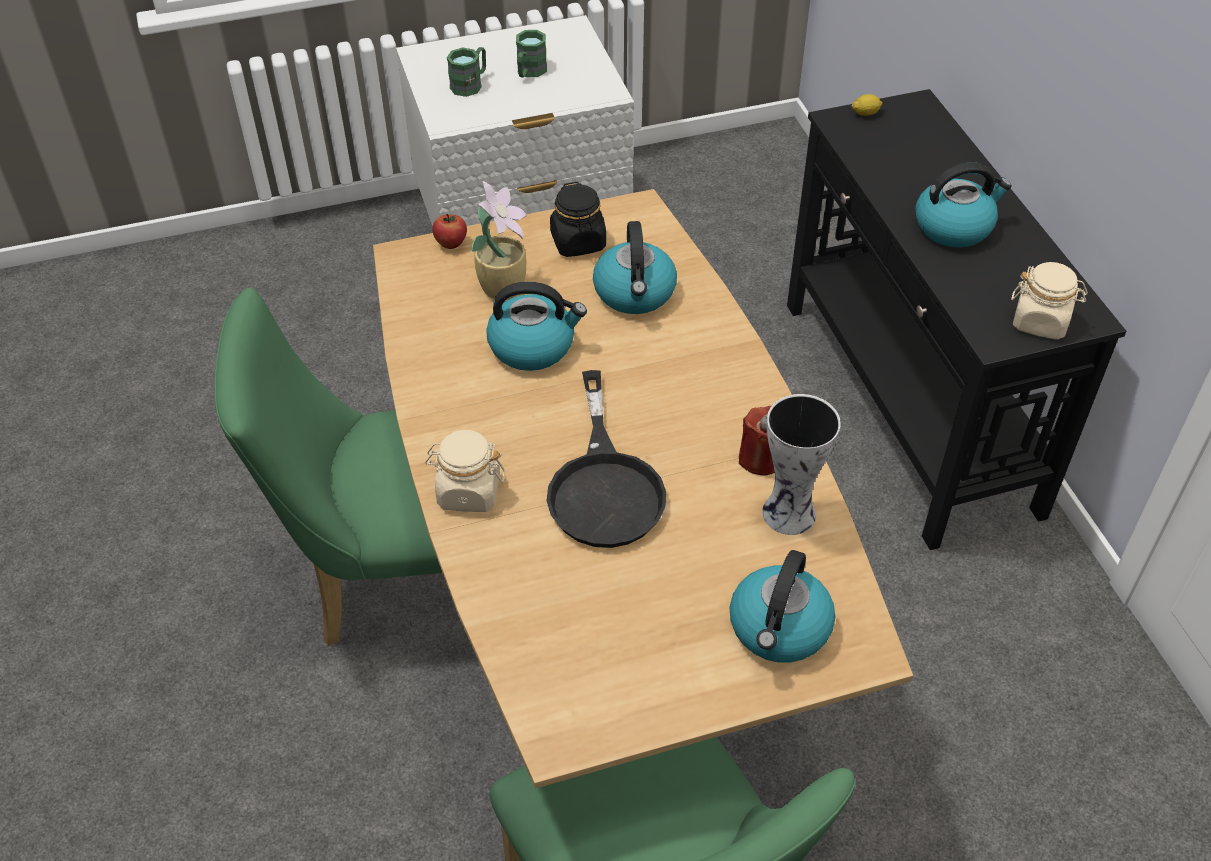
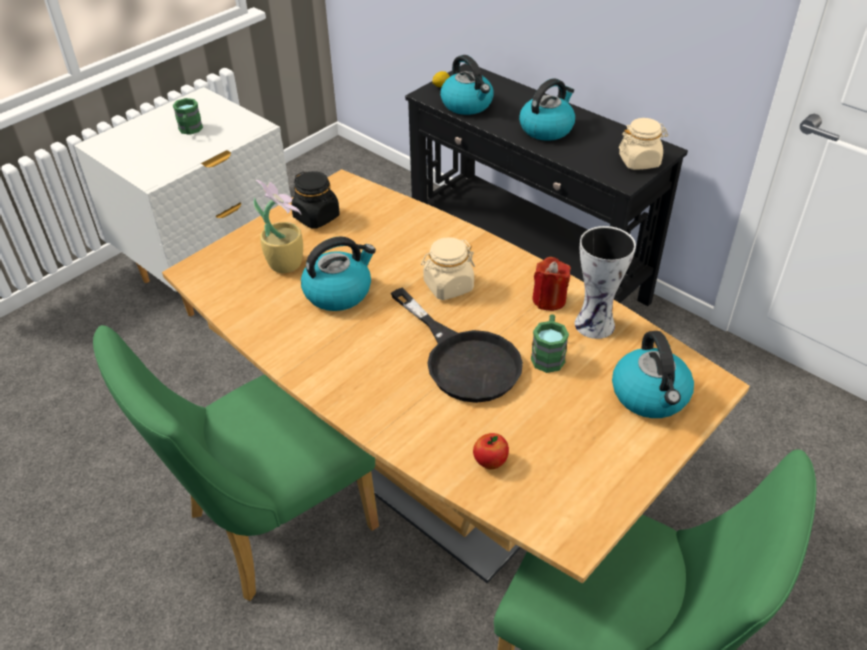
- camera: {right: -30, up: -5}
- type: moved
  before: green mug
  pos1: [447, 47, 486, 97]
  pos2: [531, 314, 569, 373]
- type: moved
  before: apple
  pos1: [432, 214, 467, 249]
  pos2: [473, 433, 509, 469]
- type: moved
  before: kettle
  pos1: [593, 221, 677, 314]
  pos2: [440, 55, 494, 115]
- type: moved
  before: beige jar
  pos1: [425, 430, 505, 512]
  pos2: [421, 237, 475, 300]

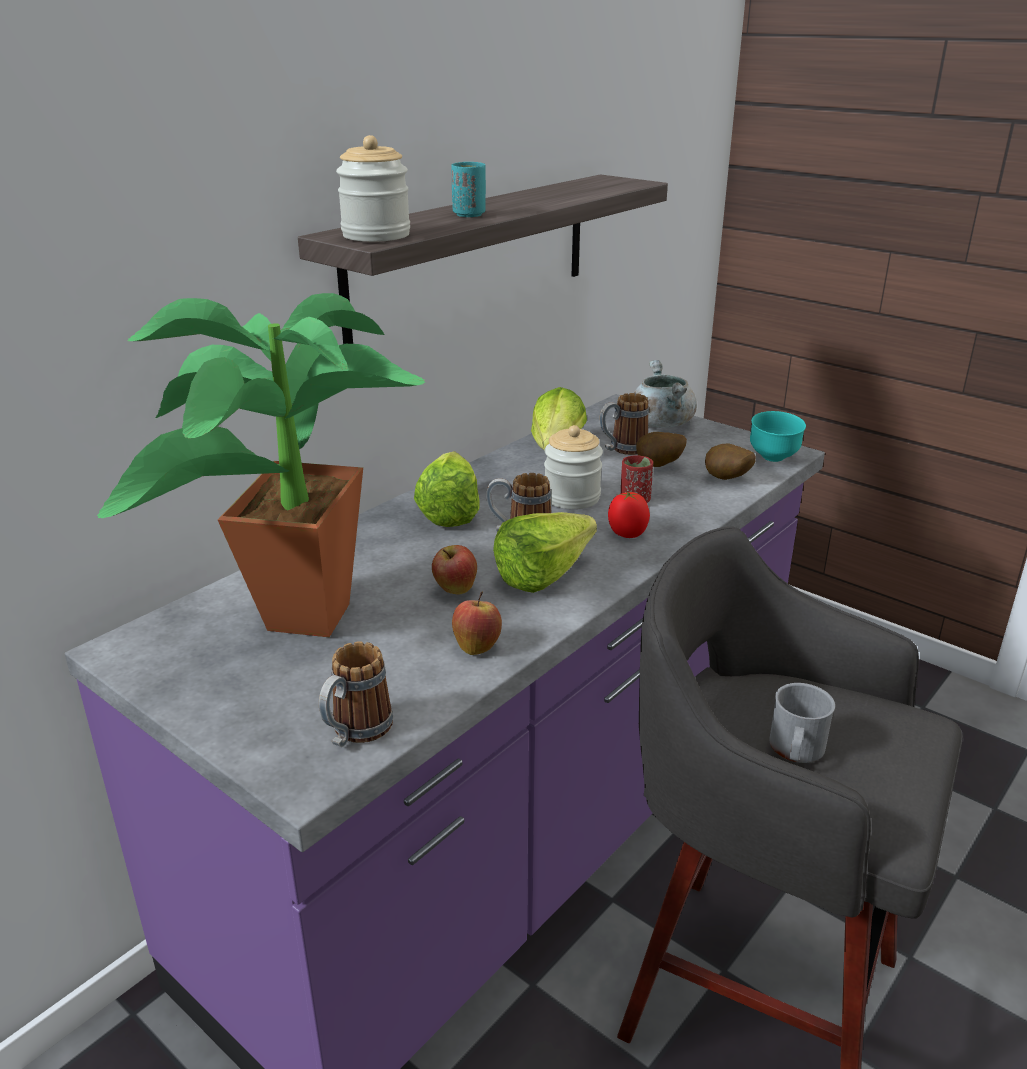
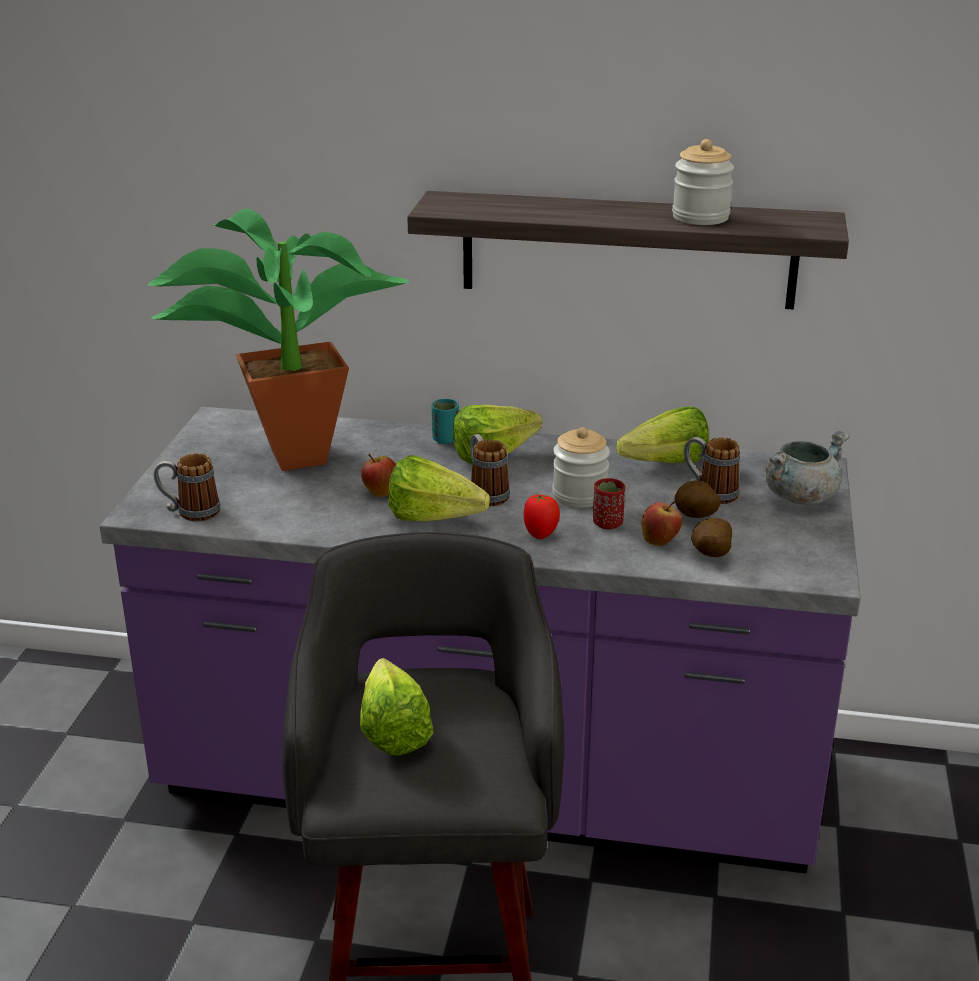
- camera: {right: 60, up: 0}
- type: moved
  before: jar
  pos1: [336, 135, 410, 242]
  pos2: [672, 139, 734, 225]
- type: moved
  before: turquoise cup
  pos1: [451, 162, 486, 217]
  pos2: [431, 399, 459, 444]
- type: removed
  before: turquoise bowl
  pos1: [750, 411, 806, 462]
- type: moved
  before: apple
  pos1: [452, 592, 502, 655]
  pos2: [641, 501, 682, 546]
- type: replaced
  before: grey mug
  after: lettuce
  pos1: [769, 683, 835, 763]
  pos2: [360, 658, 433, 755]

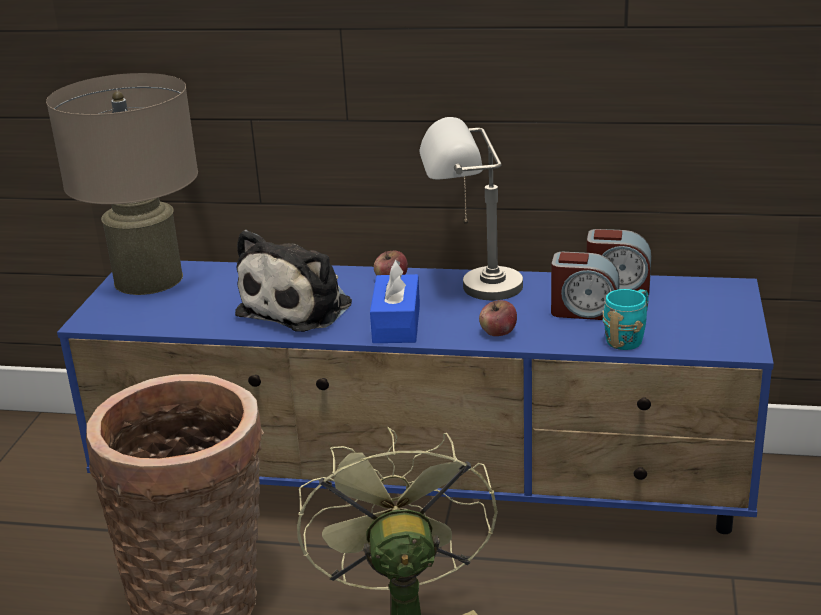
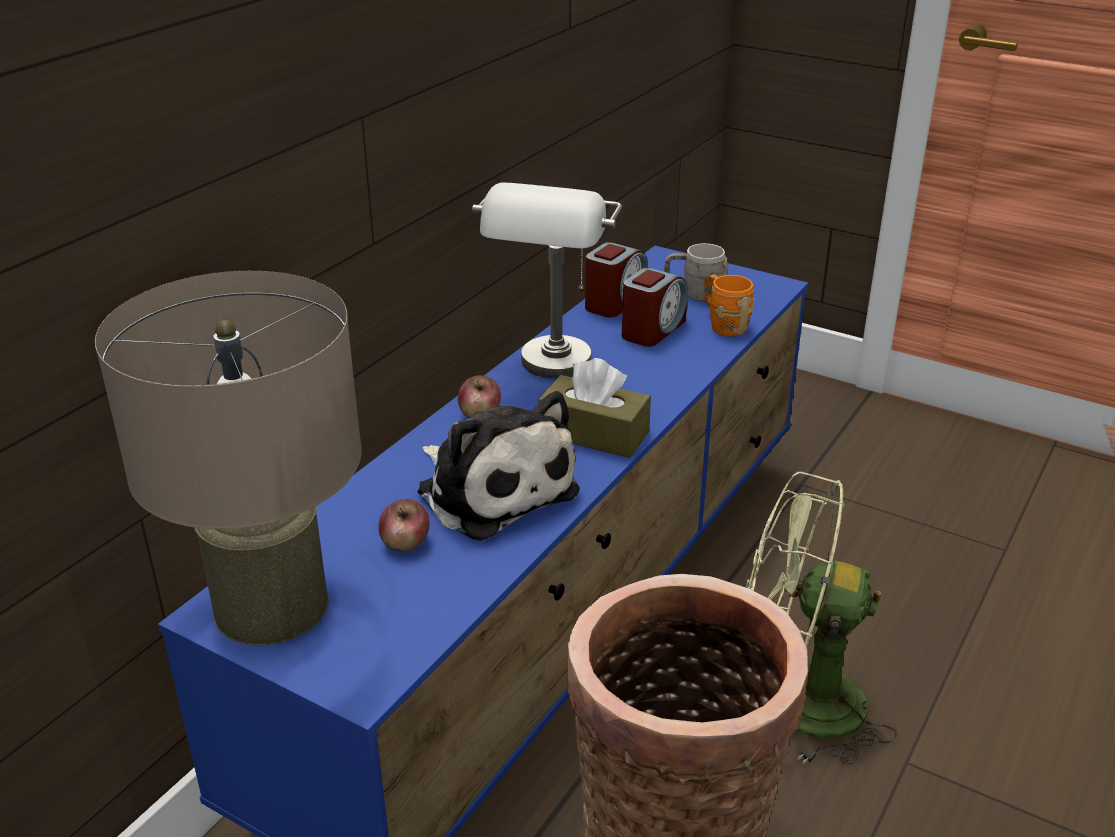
- camera: {right: -70, up: 5}
- type: recoloured
  before: blue tissue box
  after: brown tissue box
  pos1: [370, 260, 420, 343]
  pos2: [538, 358, 651, 458]
- type: recoloured
  before: turquoise mug
  after: orange mug
  pos1: [603, 289, 649, 350]
  pos2: [704, 275, 754, 337]
- type: moved
  before: apple
  pos1: [479, 300, 517, 336]
  pos2: [378, 499, 430, 551]
- type: added
  after: grey mug
  pos2: [664, 243, 728, 302]

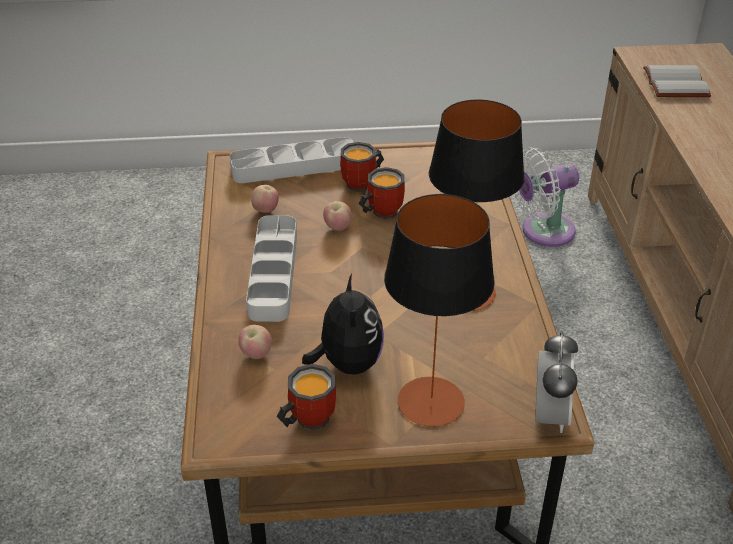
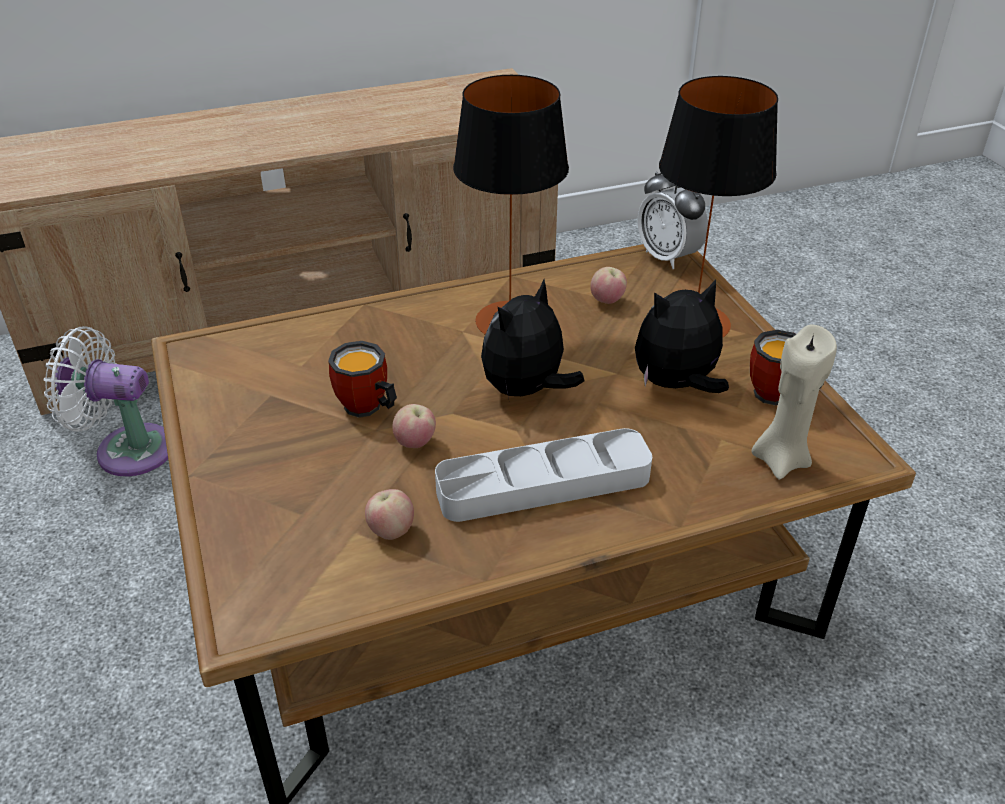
- camera: {right: -105, up: 0}
- type: removed
  before: white book
  pos1: [643, 65, 711, 97]
- type: removed
  before: grey tray
  pos1: [230, 137, 353, 183]
- type: removed
  before: mug
  pos1: [340, 142, 384, 192]
- type: turned
  before: white fan
  pos1: [515, 148, 579, 247]
  pos2: [44, 326, 168, 476]
  turn: 135
- type: moved
  before: apple
  pos1: [238, 325, 272, 359]
  pos2: [590, 267, 627, 304]
- type: turned
  before: alarm clock
  pos1: [535, 331, 578, 433]
  pos2: [637, 172, 708, 269]
  turn: -120
- type: added
  after: plush toy
  pos2: [481, 279, 585, 398]
- type: added
  after: beige candle
  pos2: [752, 324, 837, 480]

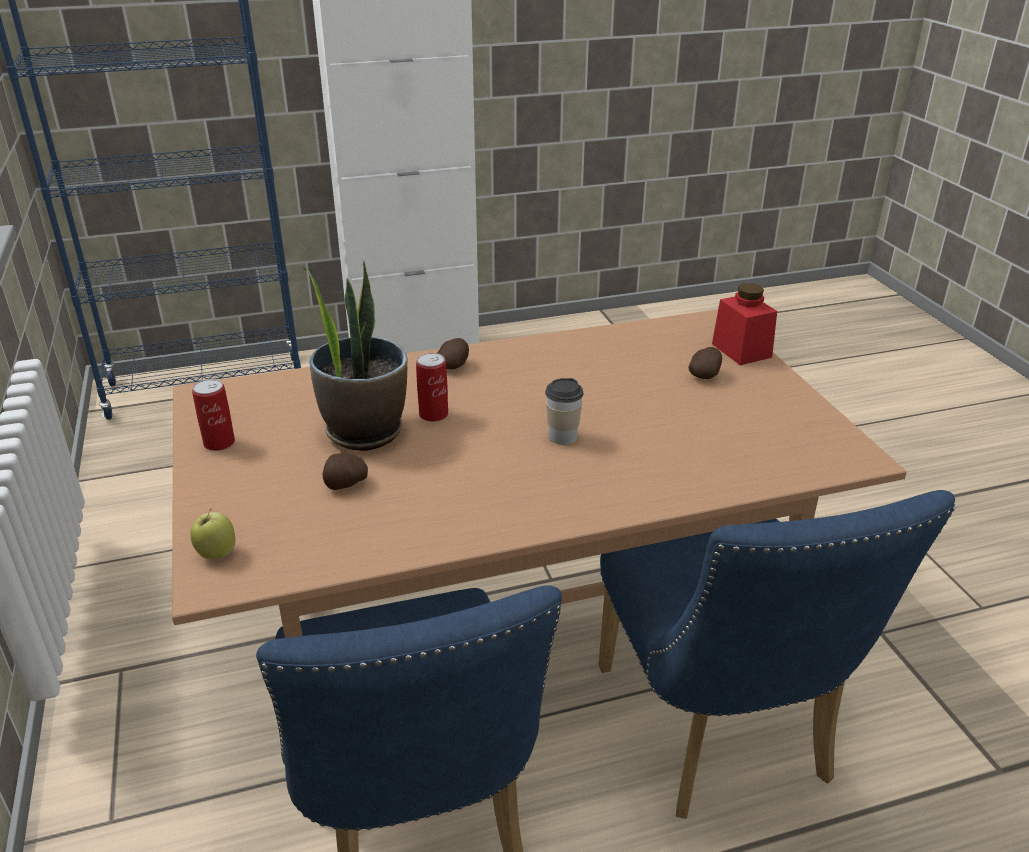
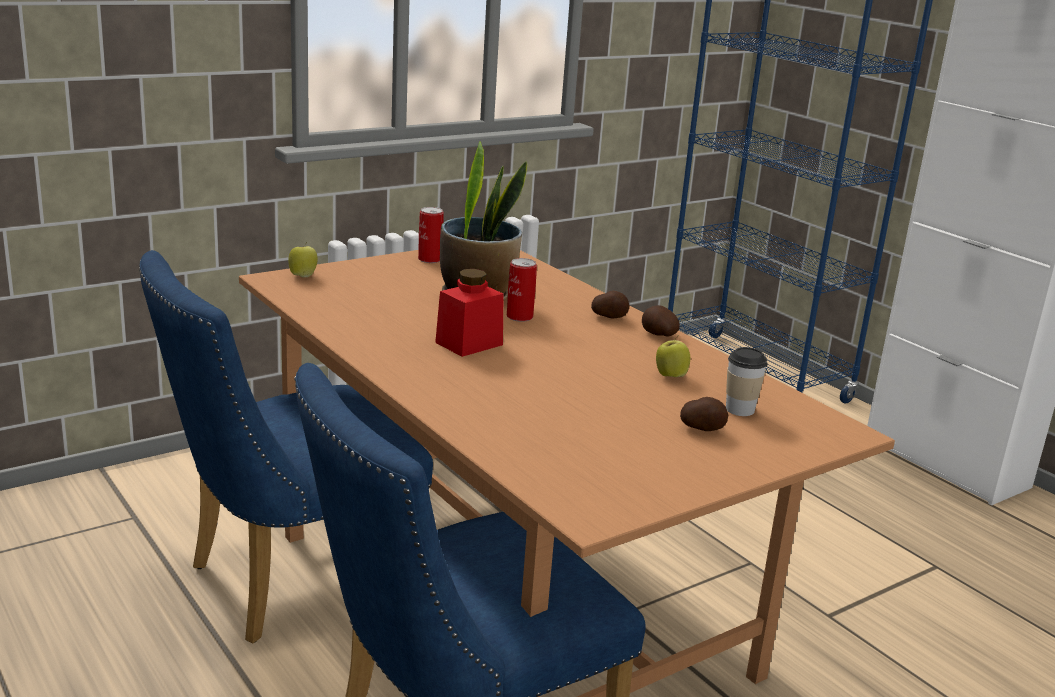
- camera: {right: 70, up: -10}
- type: moved
  before: red jar
  pos1: [712, 283, 777, 365]
  pos2: [435, 269, 504, 357]
- type: moved
  before: cup
  pos1: [545, 378, 583, 445]
  pos2: [726, 347, 768, 416]
- type: moved
  before: potato
  pos1: [322, 453, 368, 490]
  pos2: [642, 305, 680, 337]
- type: added
  after: apple
  pos2: [656, 335, 690, 377]

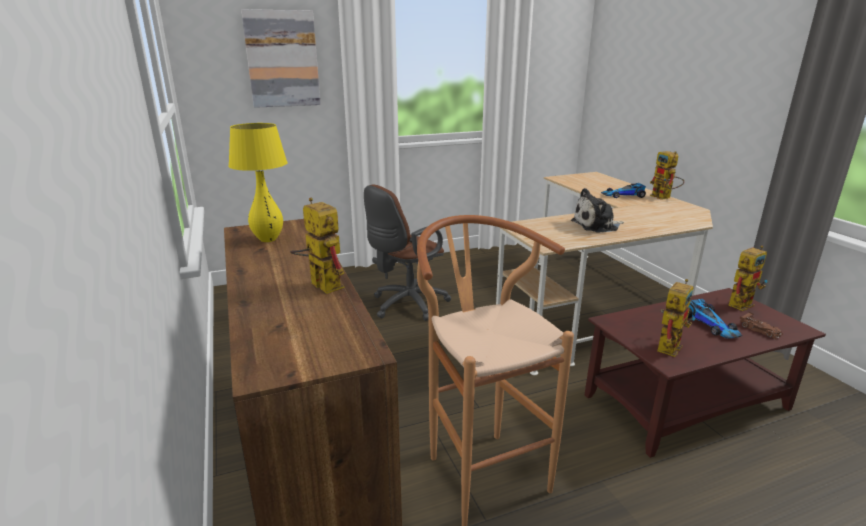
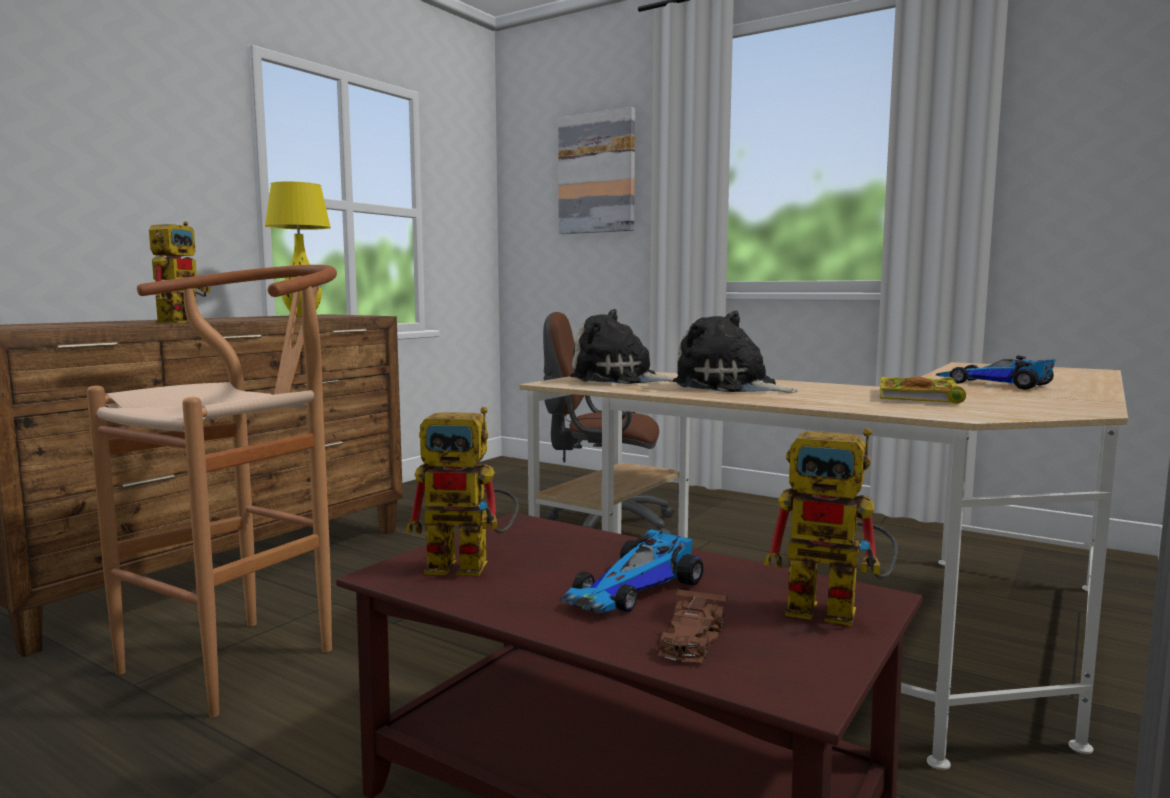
- camera: {right: 55, up: -15}
- type: removed
  before: toy robot
  pos1: [650, 151, 684, 200]
- type: added
  after: plush toy
  pos2: [570, 309, 674, 384]
- type: added
  after: book
  pos2: [880, 376, 966, 404]

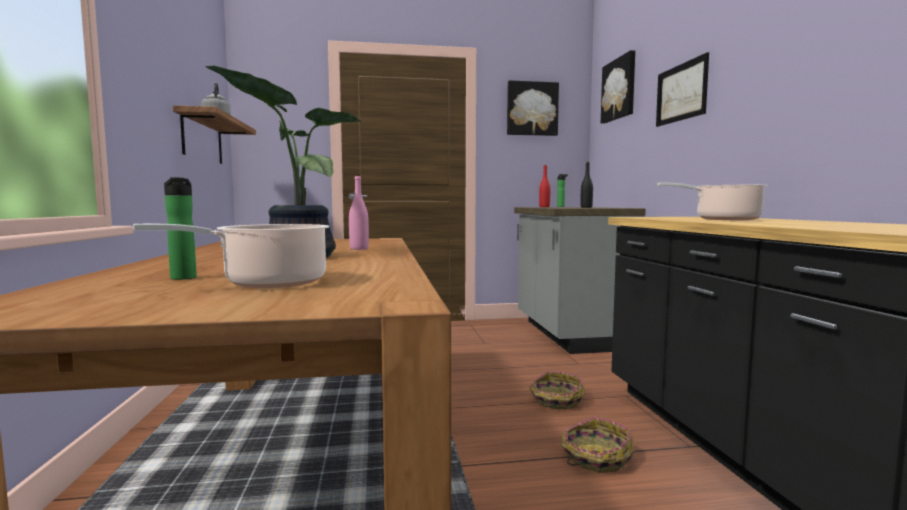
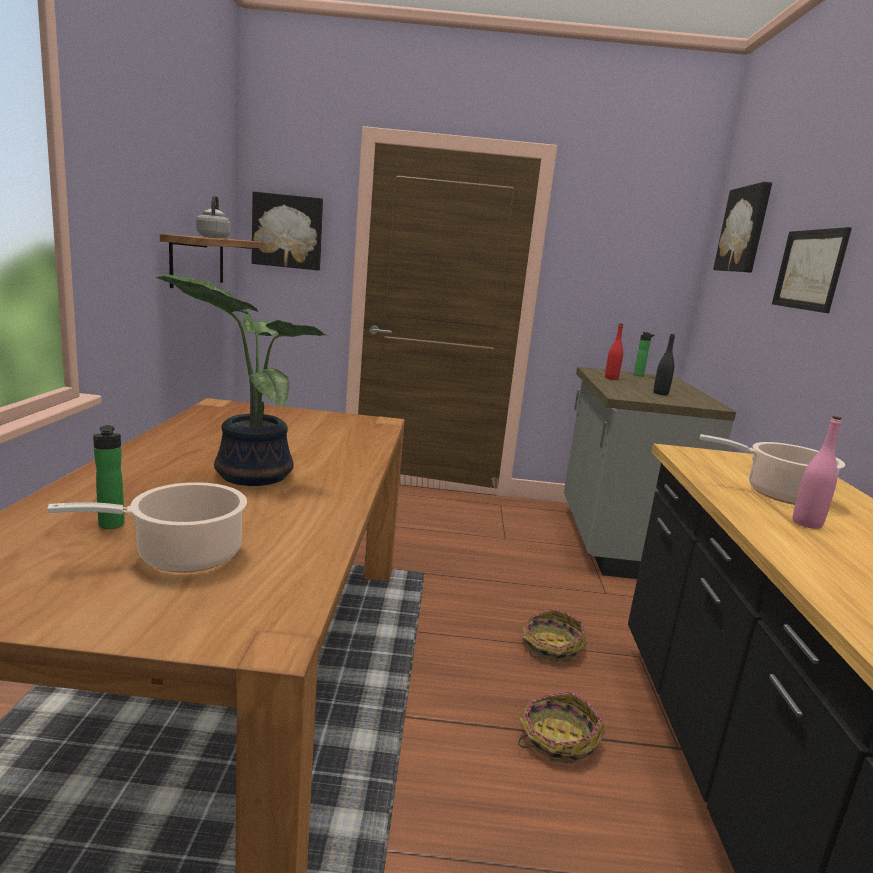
- camera: {right: 10, up: 10}
- type: moved
  before: picture
  pos1: [507, 80, 559, 136]
  pos2: [252, 192, 323, 271]
- type: moved
  before: pink bottle
  pos1: [349, 175, 369, 250]
  pos2: [793, 416, 842, 529]

